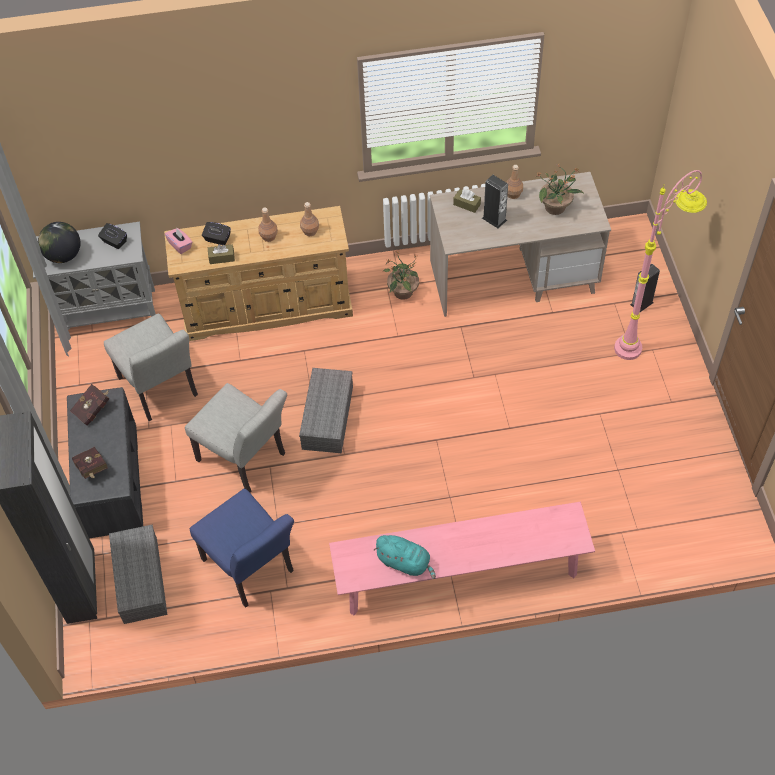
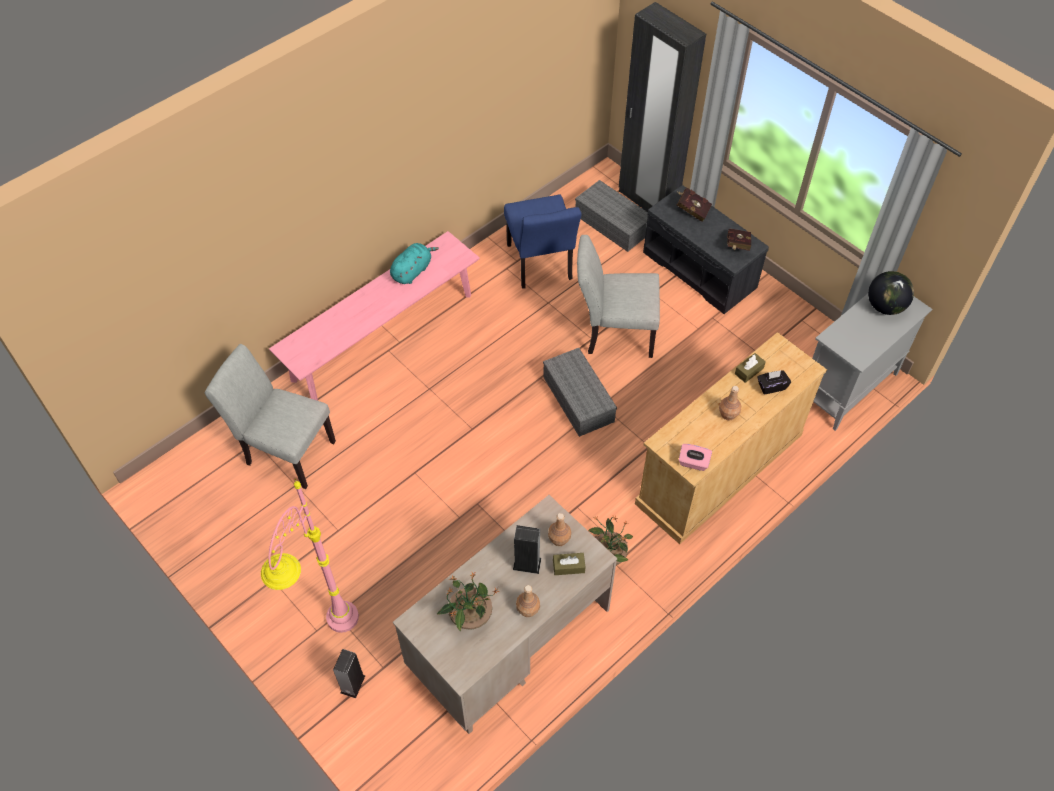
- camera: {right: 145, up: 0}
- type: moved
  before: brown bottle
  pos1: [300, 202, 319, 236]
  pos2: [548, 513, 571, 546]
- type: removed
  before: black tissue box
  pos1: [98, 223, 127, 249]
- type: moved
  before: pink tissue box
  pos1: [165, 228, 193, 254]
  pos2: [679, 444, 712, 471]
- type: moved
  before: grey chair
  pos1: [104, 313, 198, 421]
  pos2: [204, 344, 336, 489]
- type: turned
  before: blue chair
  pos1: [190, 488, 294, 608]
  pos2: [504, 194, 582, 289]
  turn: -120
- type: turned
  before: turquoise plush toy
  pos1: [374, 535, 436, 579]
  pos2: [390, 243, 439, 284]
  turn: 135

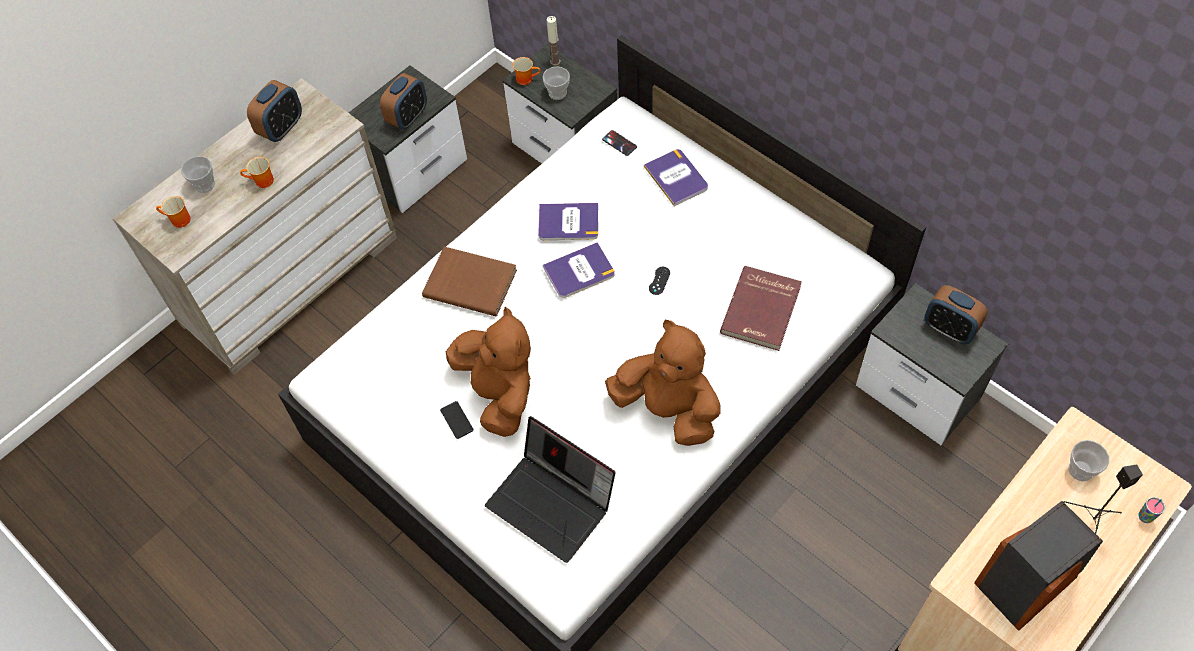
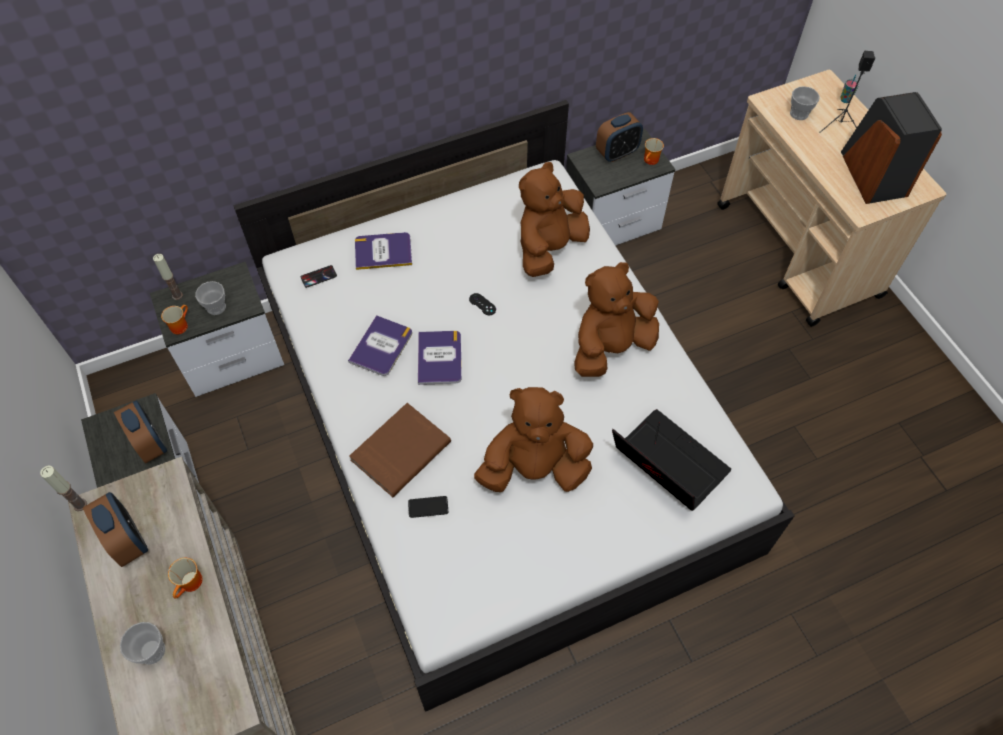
- camera: {right: -70, up: 0}
- type: moved
  before: mug
  pos1: [156, 196, 191, 228]
  pos2: [644, 138, 664, 165]
- type: replaced
  before: red book
  after: brown plush toy
  pos1: [720, 266, 802, 351]
  pos2: [519, 162, 590, 277]
- type: moved
  before: phone
  pos1: [440, 401, 473, 439]
  pos2: [408, 496, 448, 518]
- type: turned
  before: laptop
  pos1: [485, 416, 616, 563]
  pos2: [612, 409, 731, 511]
  turn: -105
- type: added
  after: candle
  pos2: [40, 465, 87, 511]

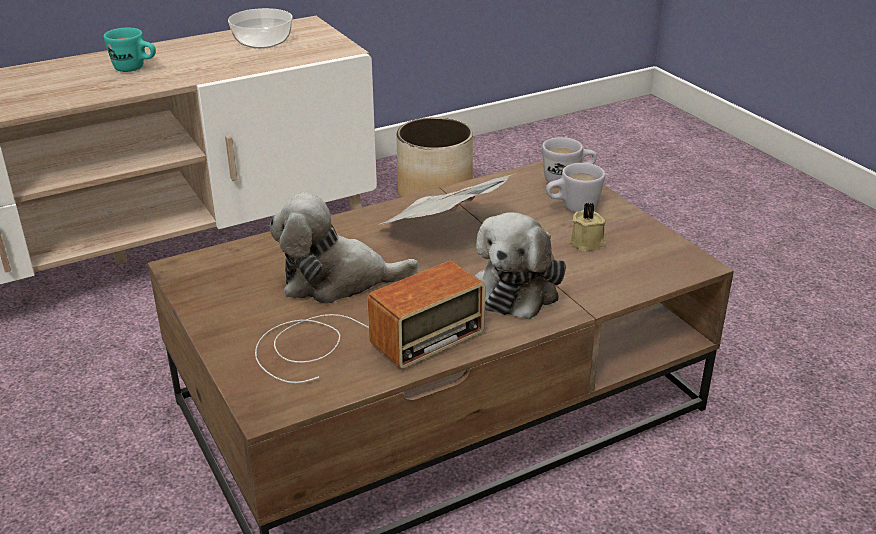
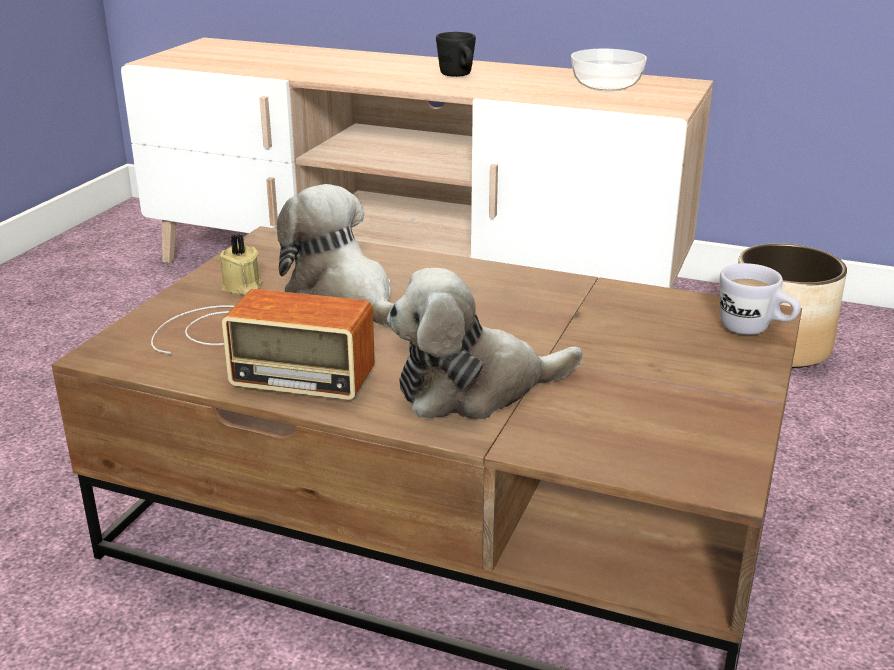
- camera: {right: 50, up: -5}
- type: recoloured
  before: turquoise mug
  after: black mug
  pos1: [104, 28, 156, 72]
  pos2: [436, 32, 476, 77]
- type: removed
  before: white mug
  pos1: [546, 163, 605, 213]
- type: removed
  before: newspaper
  pos1: [378, 173, 516, 225]
- type: moved
  before: beige candle
  pos1: [570, 202, 606, 252]
  pos2: [220, 234, 263, 295]

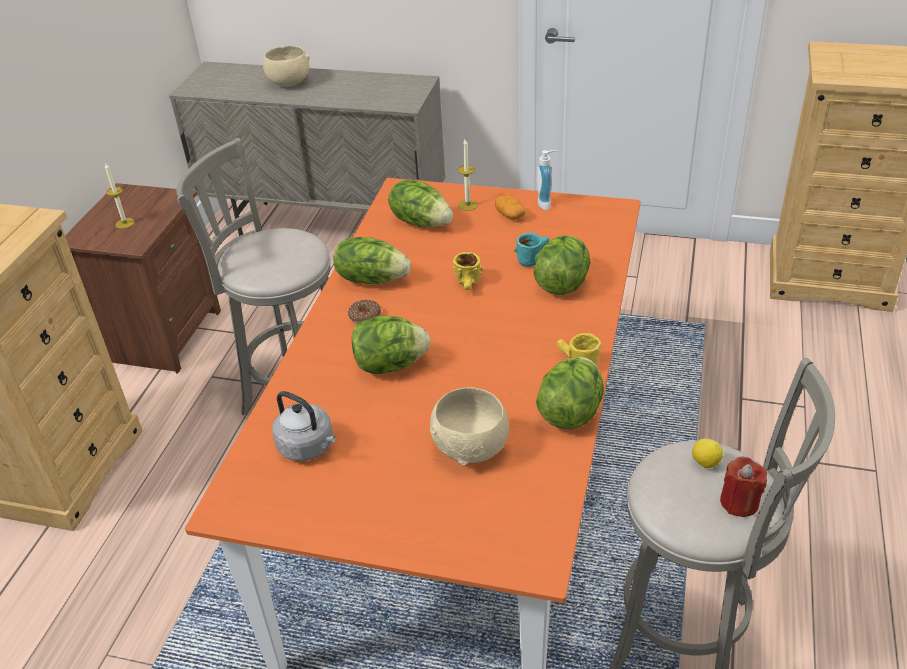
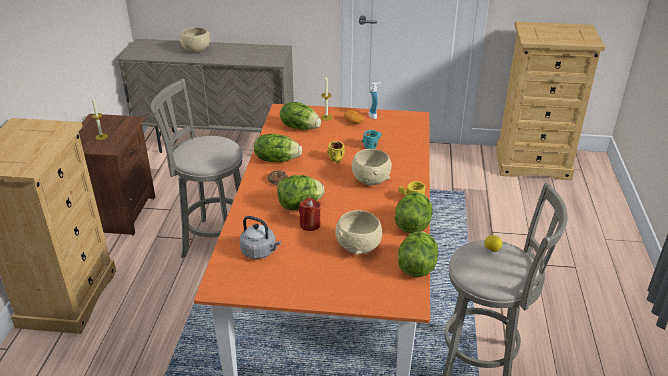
- camera: {right: -10, up: -5}
- type: moved
  before: lettuce
  pos1: [533, 235, 590, 295]
  pos2: [398, 232, 438, 277]
- type: moved
  before: red candle
  pos1: [720, 457, 767, 517]
  pos2: [299, 198, 321, 231]
- type: added
  after: beige bowl
  pos2: [352, 149, 392, 185]

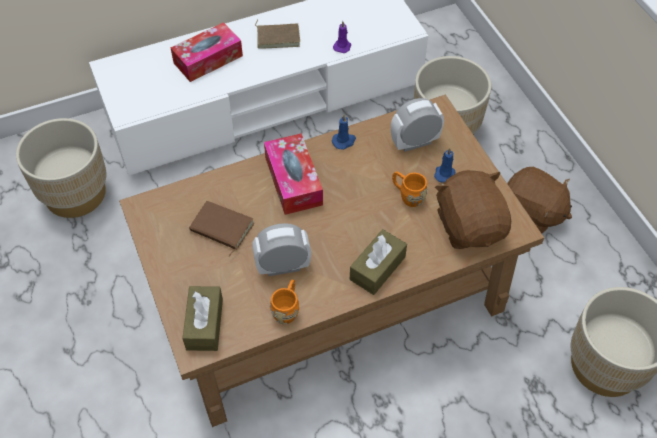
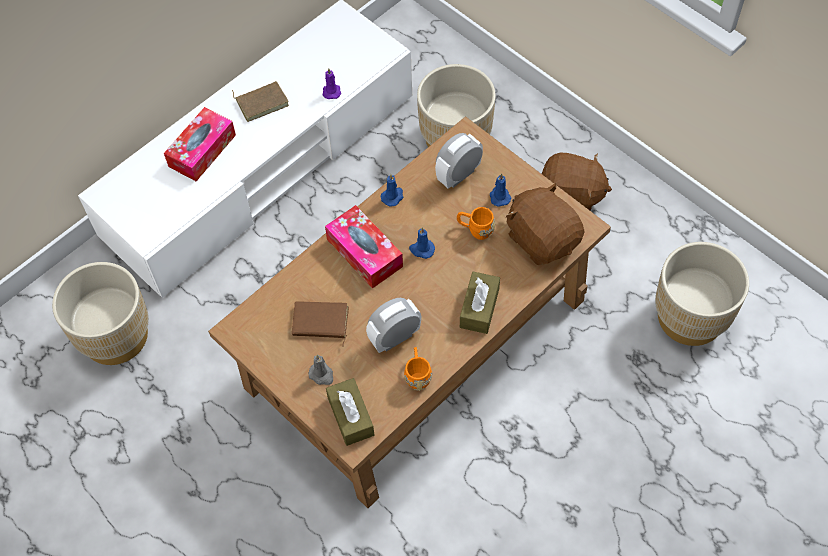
- camera: {right: -20, up: 5}
- type: added
  after: blue candle
  pos2: [409, 227, 435, 259]
- type: added
  after: grey candle
  pos2: [308, 355, 333, 385]

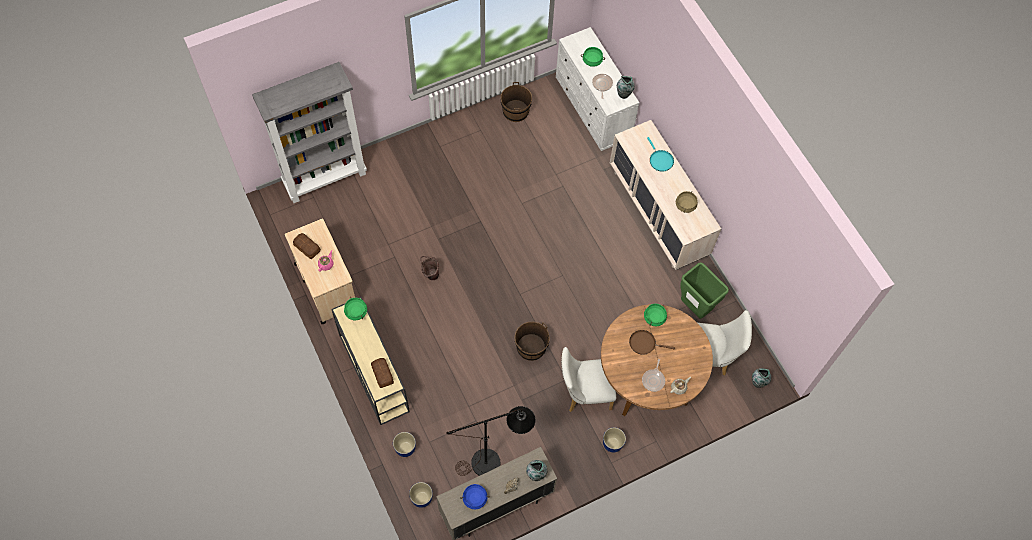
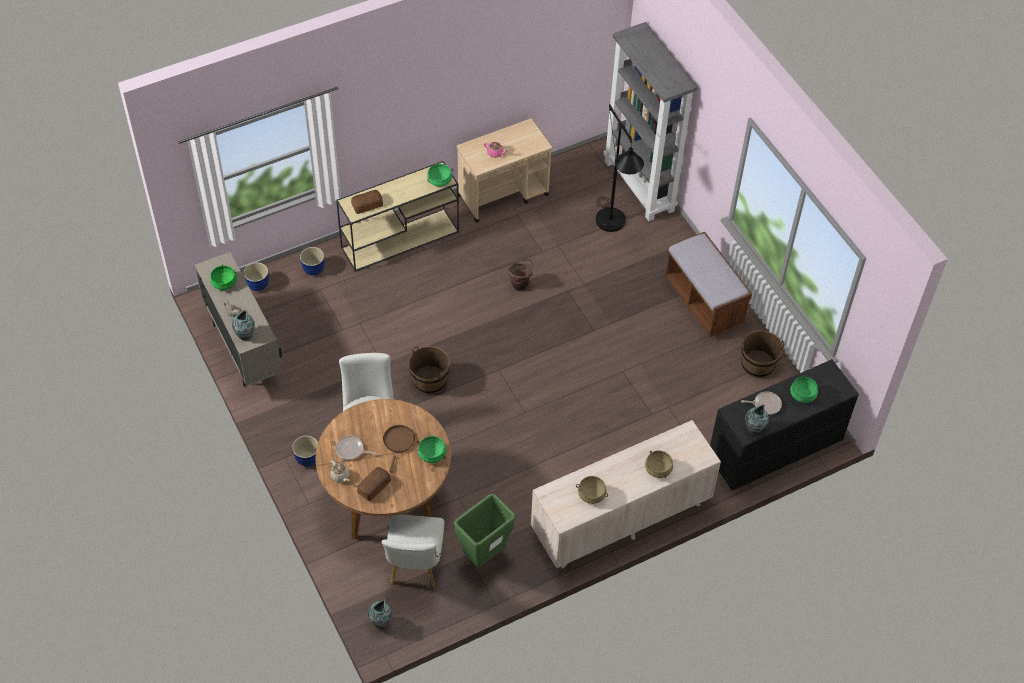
- camera: {right: 90, up: -10}
- type: recoloured
  before: white dresser
  after: black dresser
  pos1: [556, 27, 639, 151]
  pos2: [710, 359, 859, 490]
- type: replaced
  before: turquoise frying pan
  after: beige cooking pot
  pos1: [647, 137, 674, 172]
  pos2: [645, 450, 673, 478]
- type: moved
  before: bread
  pos1: [293, 233, 321, 259]
  pos2: [357, 467, 391, 501]
- type: moved
  before: black floor lamp
  pos1: [446, 406, 535, 476]
  pos2: [596, 104, 644, 232]
- type: recoloured
  before: blue cooking pot
  after: green cooking pot
  pos1: [460, 484, 490, 509]
  pos2: [210, 264, 237, 290]
- type: added
  after: brown bench
  pos2: [664, 232, 752, 337]

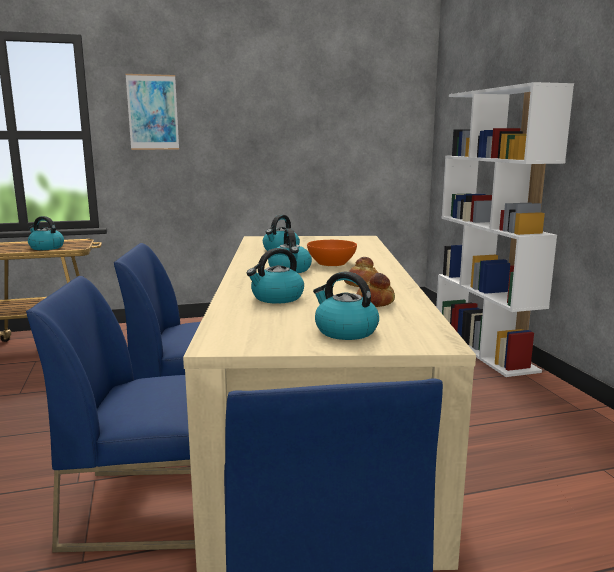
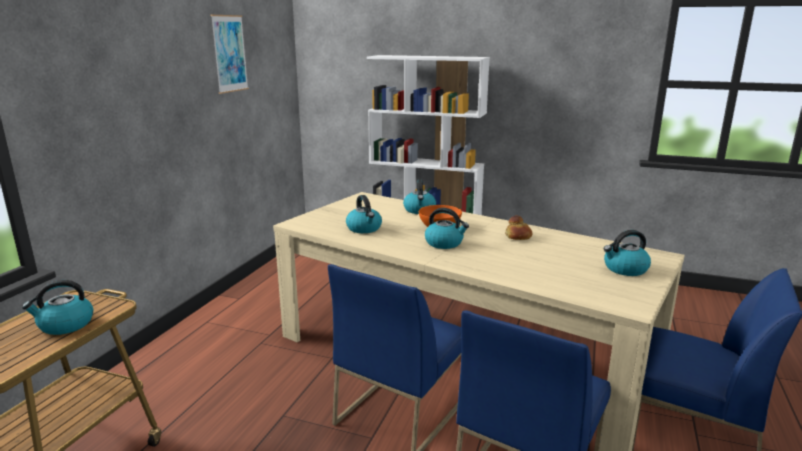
- camera: {right: -55, up: 5}
- type: moved
  before: picture
  pos1: [126, 74, 179, 150]
  pos2: [211, 15, 249, 94]
- type: moved
  before: kettle
  pos1: [247, 248, 304, 304]
  pos2: [403, 179, 436, 214]
- type: removed
  before: bread
  pos1: [357, 273, 395, 307]

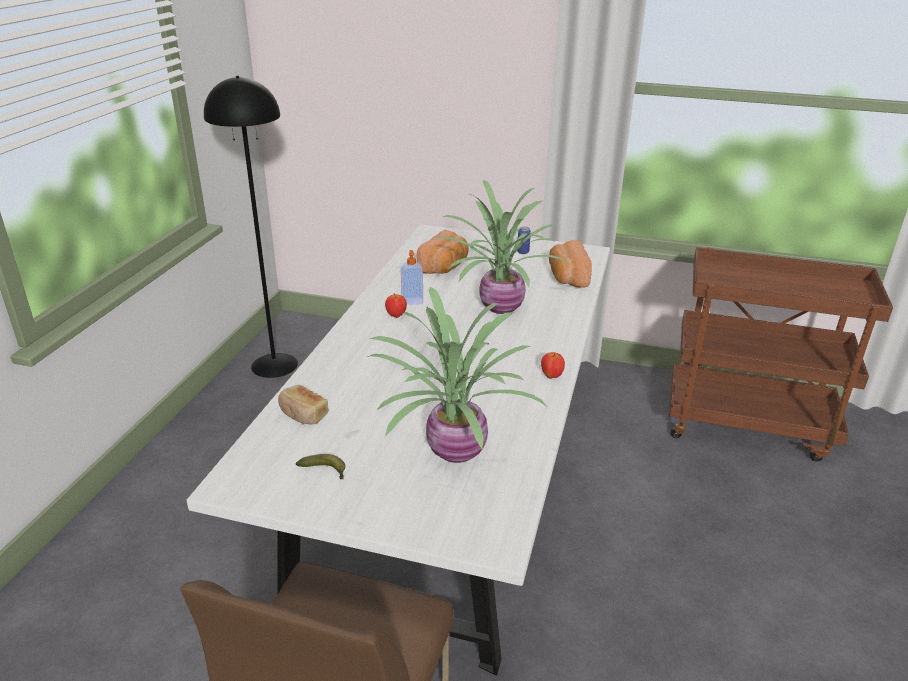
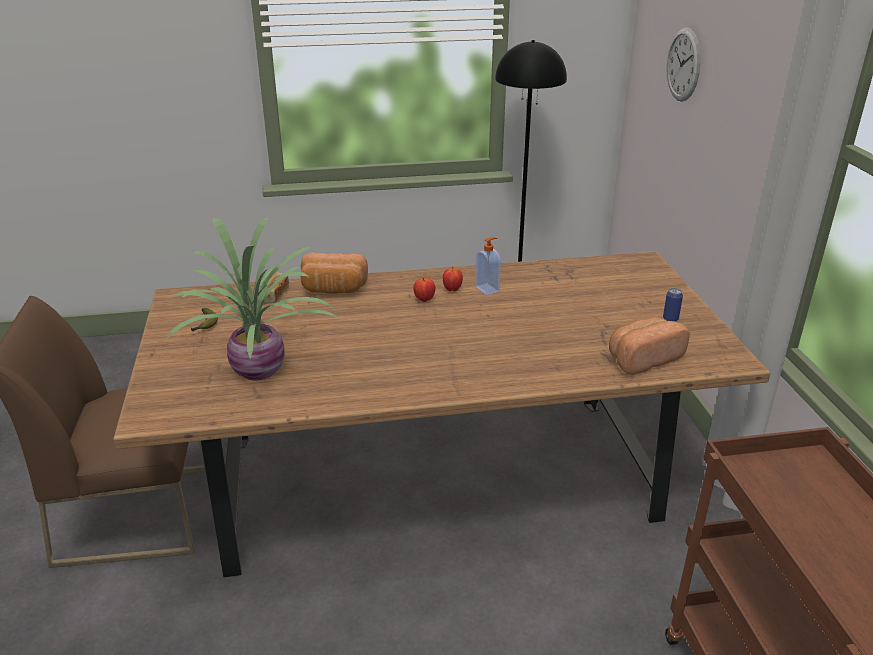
- camera: {right: 65, up: 0}
- type: removed
  before: potted plant
  pos1: [432, 180, 571, 314]
- type: recoloured
  before: white dining table
  after: brown dining table
  pos1: [186, 225, 610, 675]
  pos2: [113, 251, 771, 577]
- type: moved
  before: bread
  pos1: [417, 230, 468, 274]
  pos2: [301, 253, 368, 294]
- type: moved
  before: apple
  pos1: [541, 352, 565, 379]
  pos2: [413, 278, 435, 302]
- type: added
  after: wall clock
  pos2: [667, 28, 701, 102]

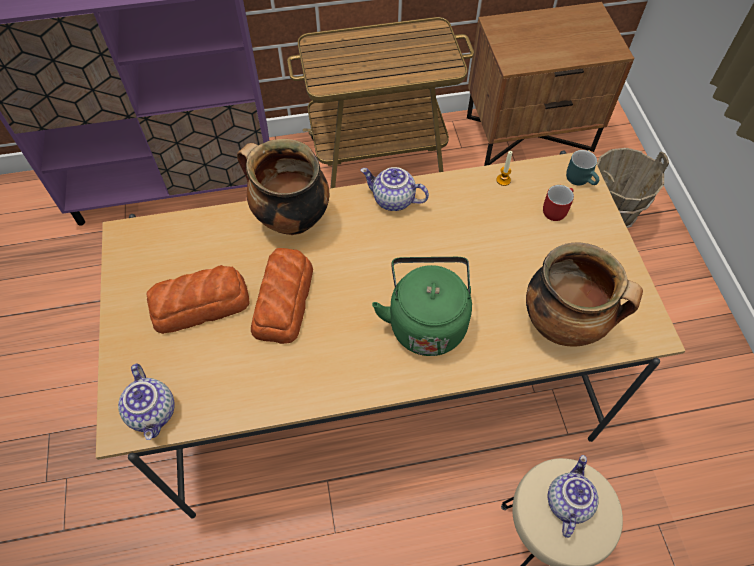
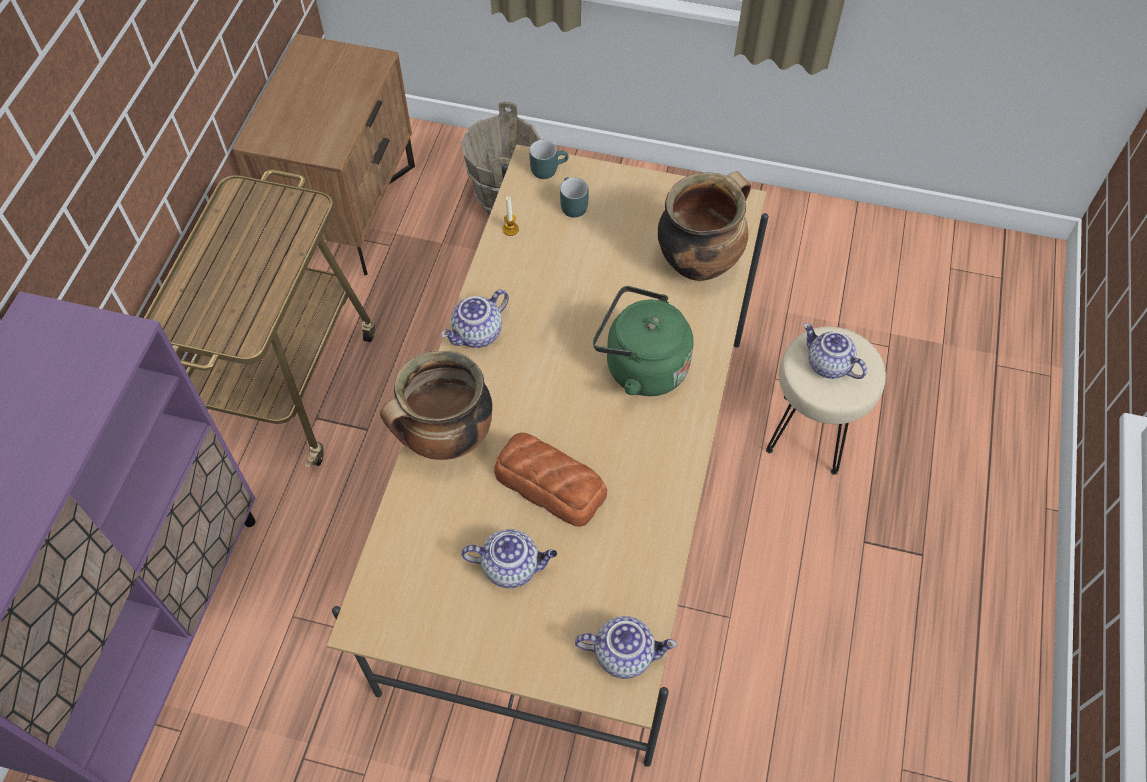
- camera: {right: -65, up: 0}
- type: recoloured
  before: red mug
  after: turquoise mug
  pos1: [543, 185, 574, 221]
  pos2: [560, 177, 588, 218]
- type: replaced
  before: bread
  after: teapot
  pos1: [146, 265, 250, 334]
  pos2: [461, 529, 557, 588]

